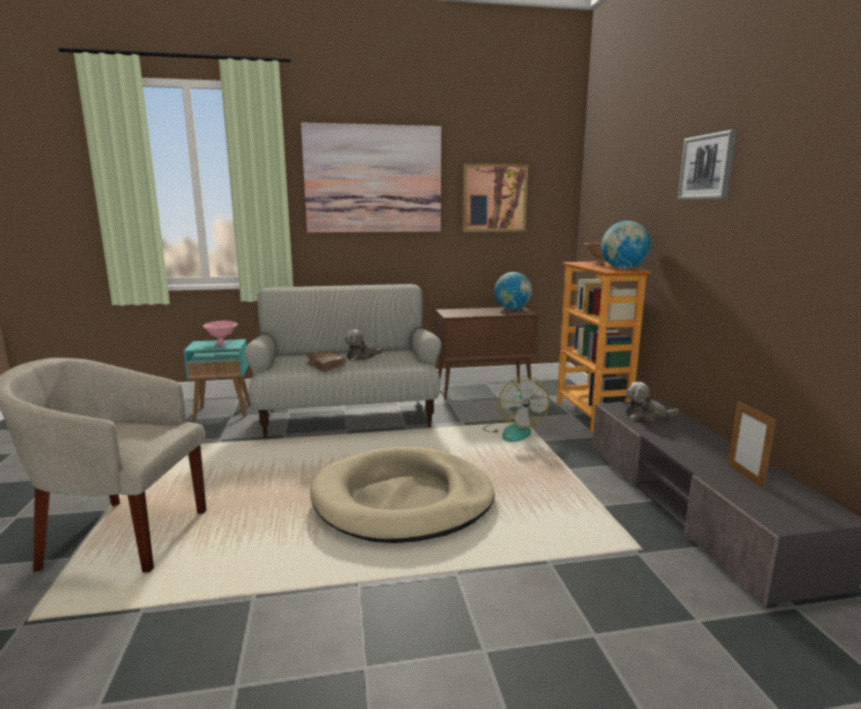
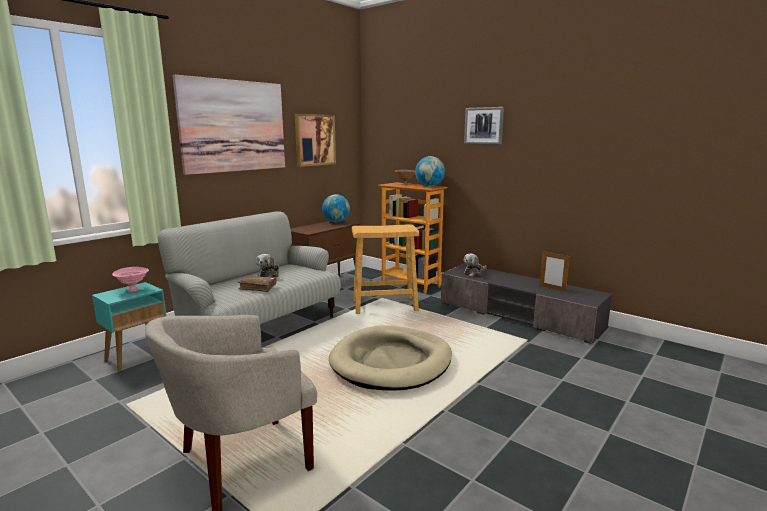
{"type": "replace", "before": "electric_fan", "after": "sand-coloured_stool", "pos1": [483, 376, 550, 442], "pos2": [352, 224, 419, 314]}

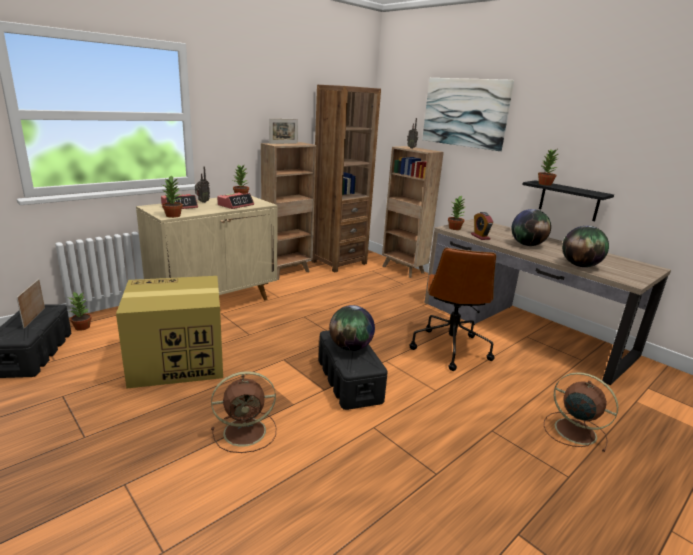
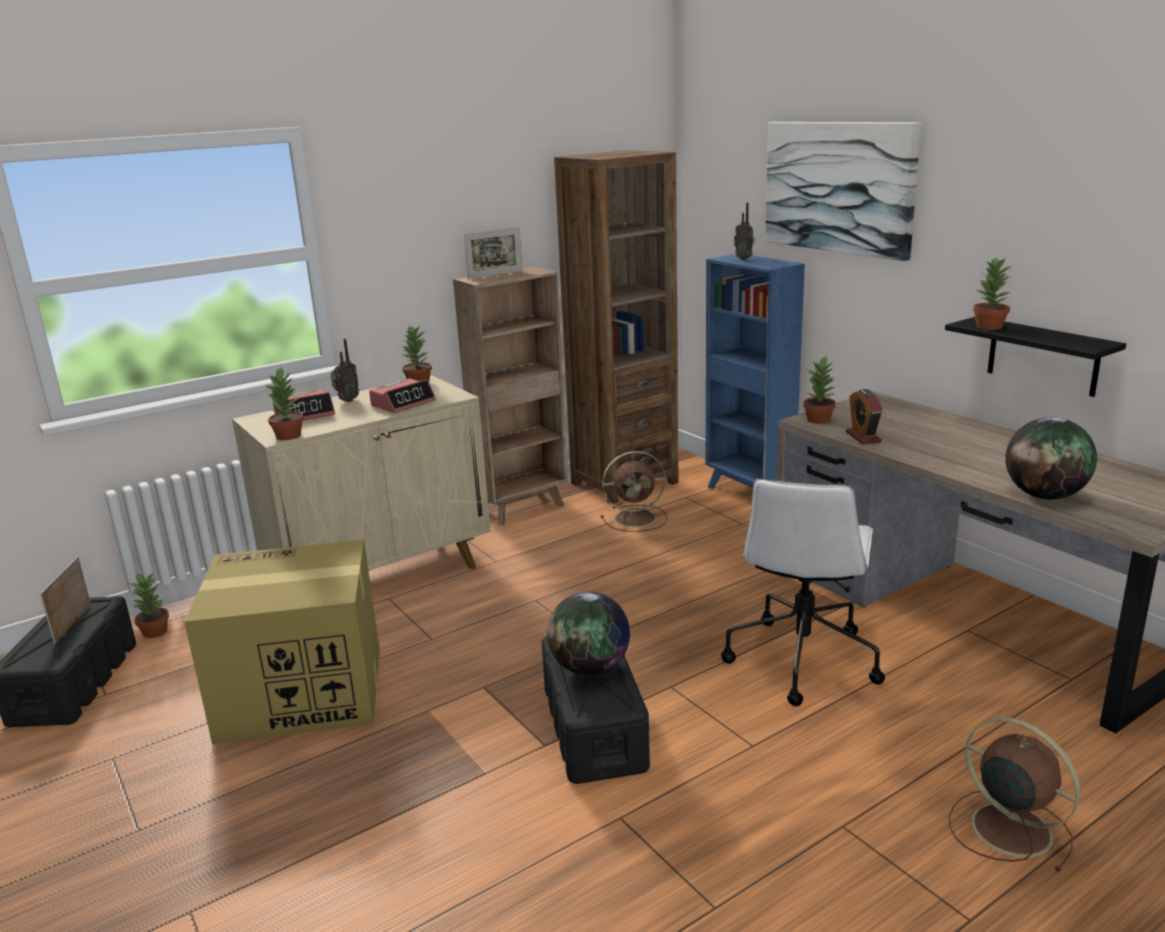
{"type": "move", "before": "brown_electric_fan", "pos1": [211, 371, 276, 453], "pos2": [601, 451, 667, 532]}
{"type": "recolor", "before": "brown_bookcase", "after": "bluish_bookcase", "pos1": [382, 146, 444, 278], "pos2": [706, 254, 805, 488]}
{"type": "recolor", "before": "brown_desk_chair", "after": "whitish_desk_chair", "pos1": [409, 248, 496, 371], "pos2": [721, 479, 885, 706]}
{"type": "delete", "before": "world_globe", "pos1": [512, 209, 551, 246]}

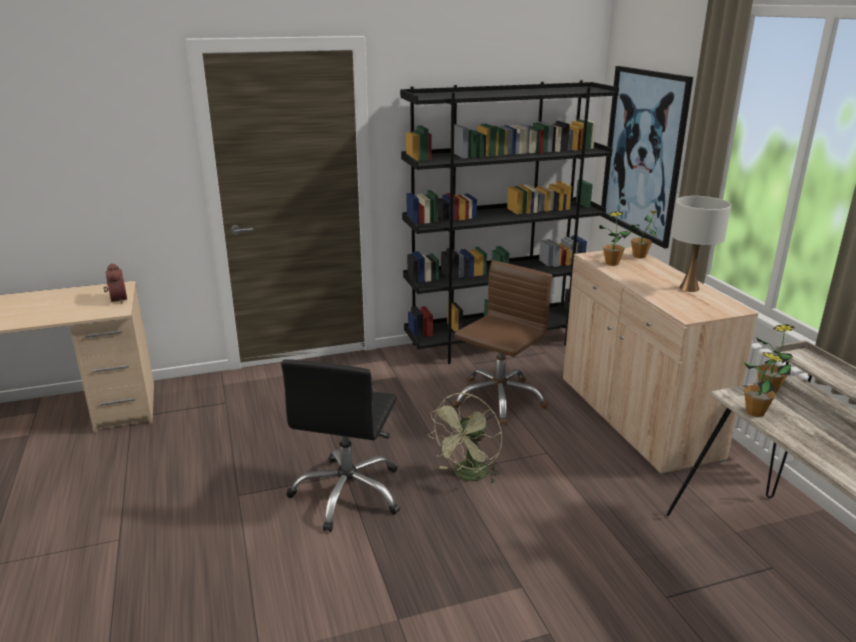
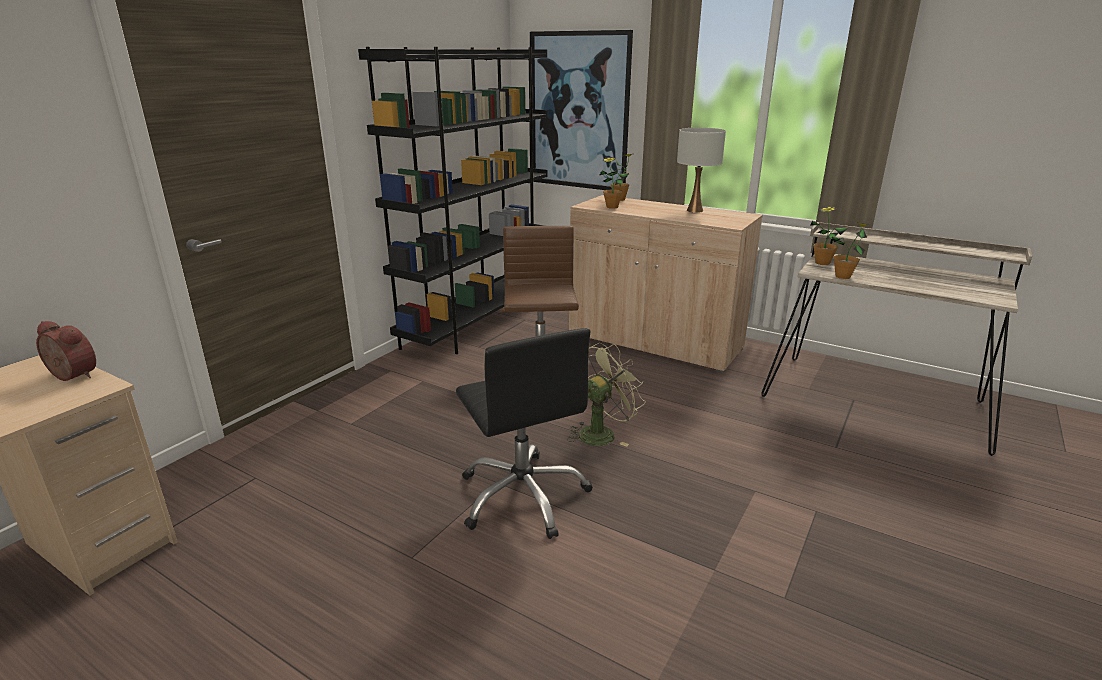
{"type": "rotate", "before": "green_electric_fan", "pos1": [428, 393, 502, 483], "pos2": [567, 343, 645, 446], "turn": -120}

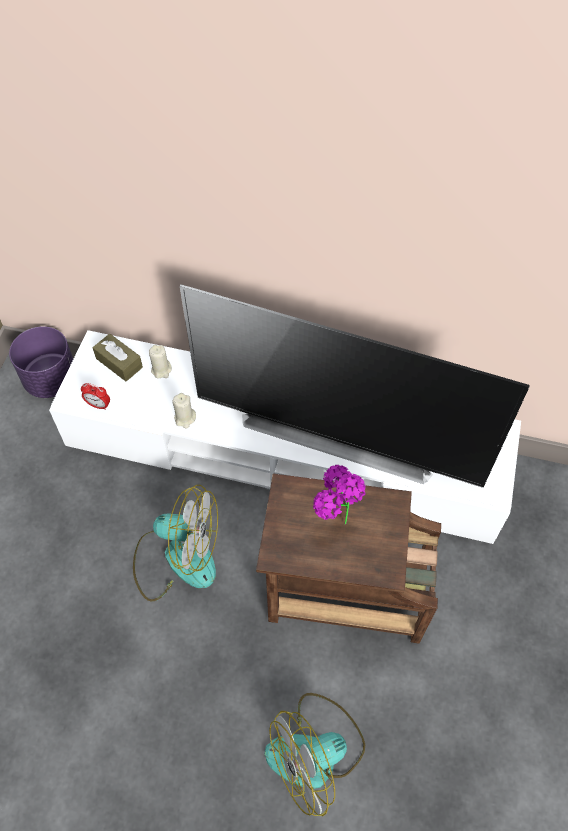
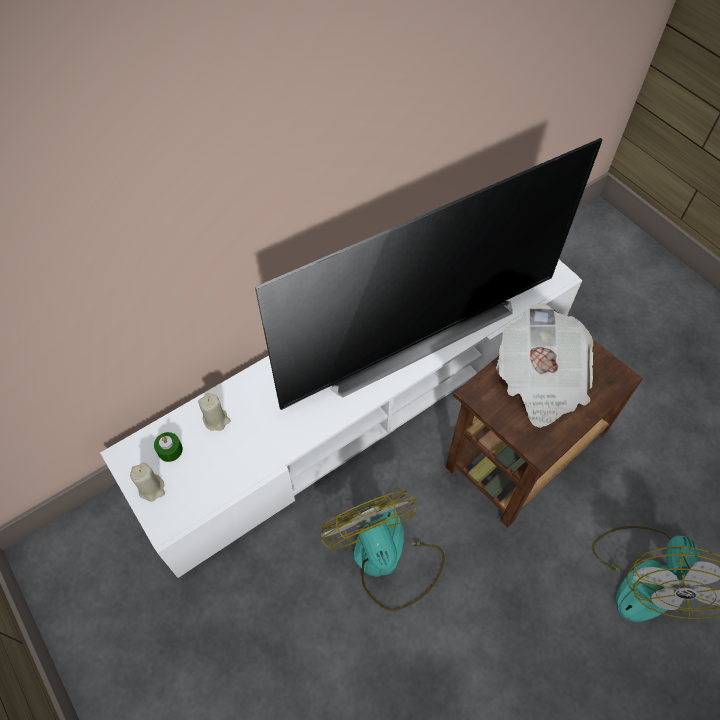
{"type": "move", "before": "sand-coloured_candle", "pos1": [173, 393, 196, 428], "pos2": [130, 462, 165, 502]}
{"type": "replace", "before": "brown_tissue_holder", "after": "green_candle", "pos1": [93, 334, 143, 382], "pos2": [154, 432, 183, 462]}
{"type": "rotate", "before": "electric_fan", "pos1": [133, 485, 218, 602], "pos2": [320, 491, 445, 611], "turn": -75}
{"type": "replace", "before": "potted_plant", "after": "newspaper", "pos1": [313, 465, 365, 524], "pos2": [496, 304, 593, 428]}
{"type": "delete", "before": "purple-coloured_plant_pot", "pos1": [9, 326, 73, 398]}
{"type": "delete", "before": "table_clock", "pos1": [81, 383, 110, 410]}

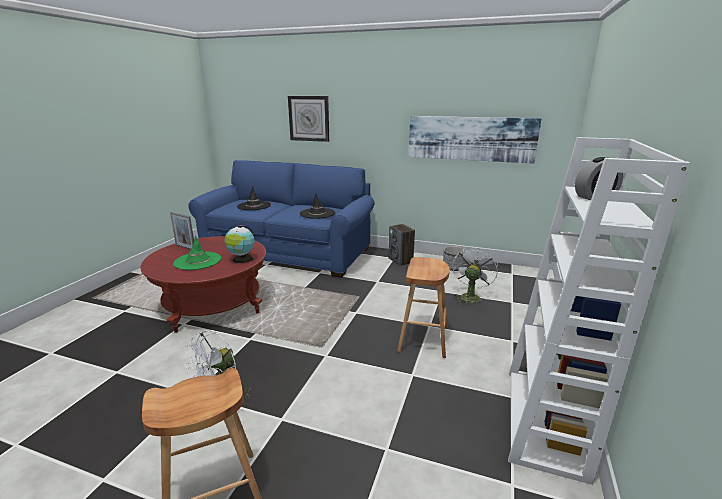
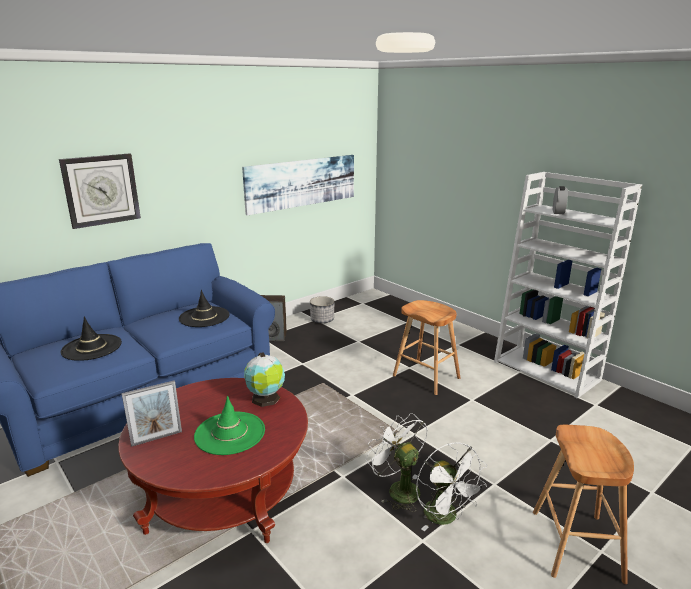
{"type": "move", "before": "whitish_electric_fan", "pos1": [452, 248, 498, 305], "pos2": [365, 413, 428, 512]}

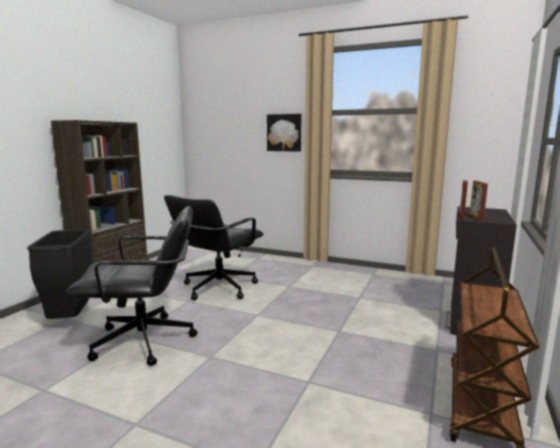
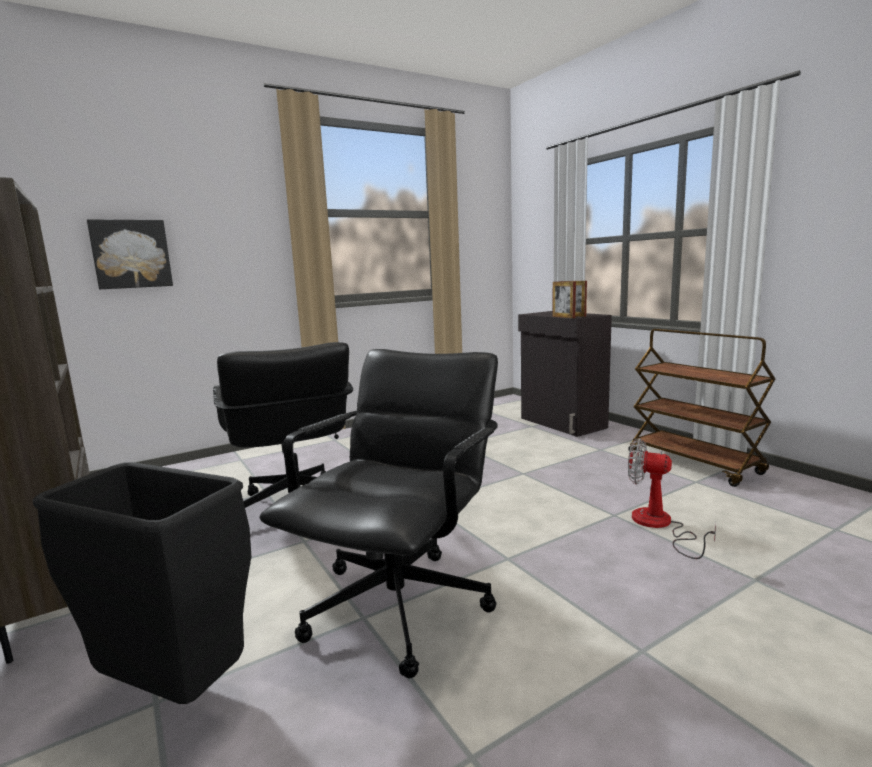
{"type": "move", "before": "wall_picture", "pos1": [267, 114, 301, 152], "pos2": [87, 219, 173, 289]}
{"type": "insert", "after": "electric_fan", "pos2": [628, 438, 716, 559]}

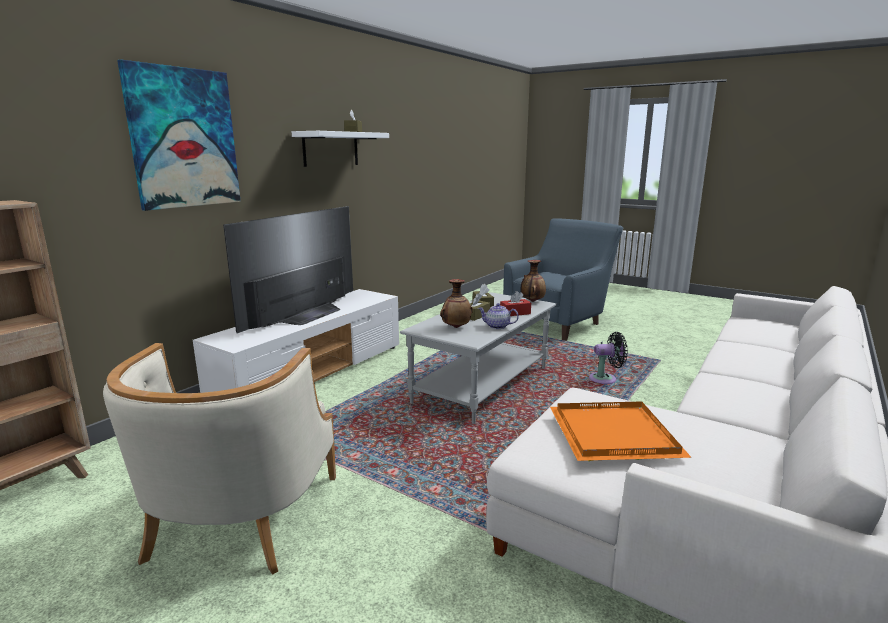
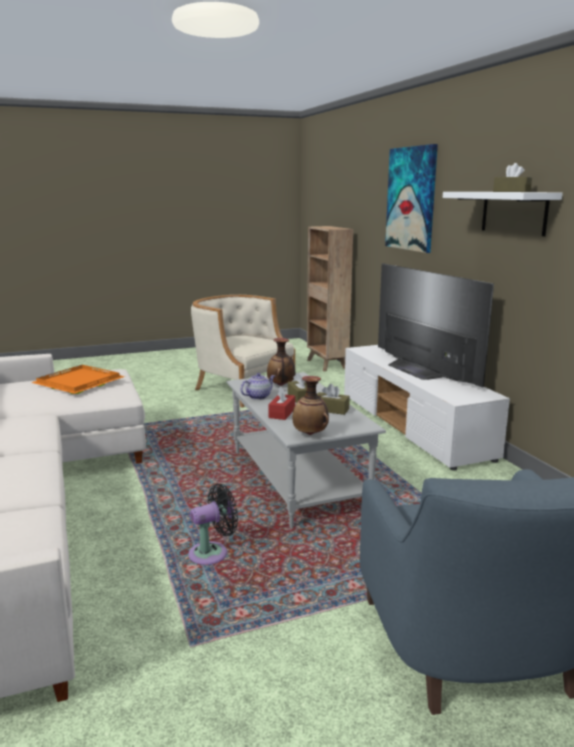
{"type": "rotate", "before": "blackish_electric_fan", "pos1": [589, 332, 628, 384], "pos2": [188, 484, 238, 565], "turn": -150}

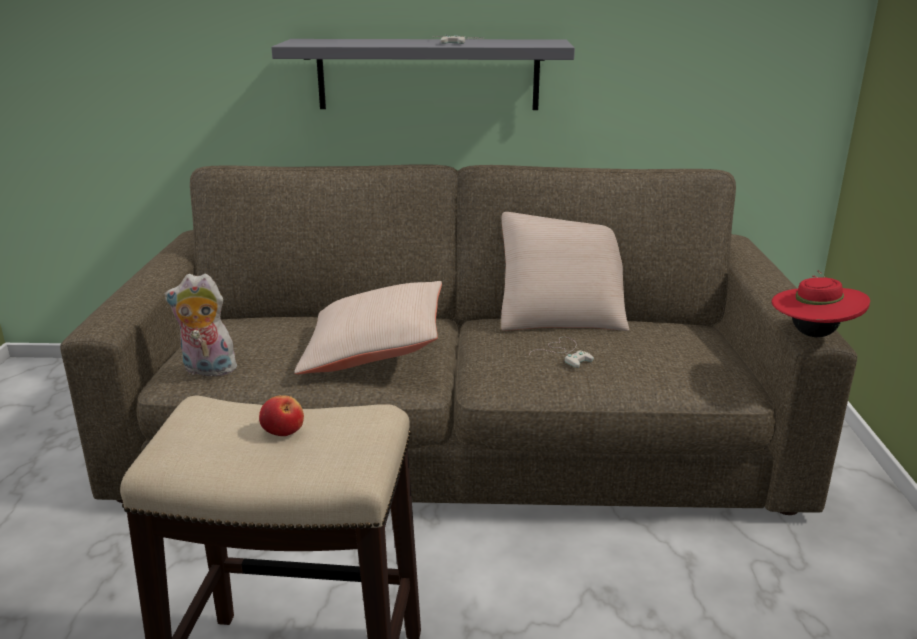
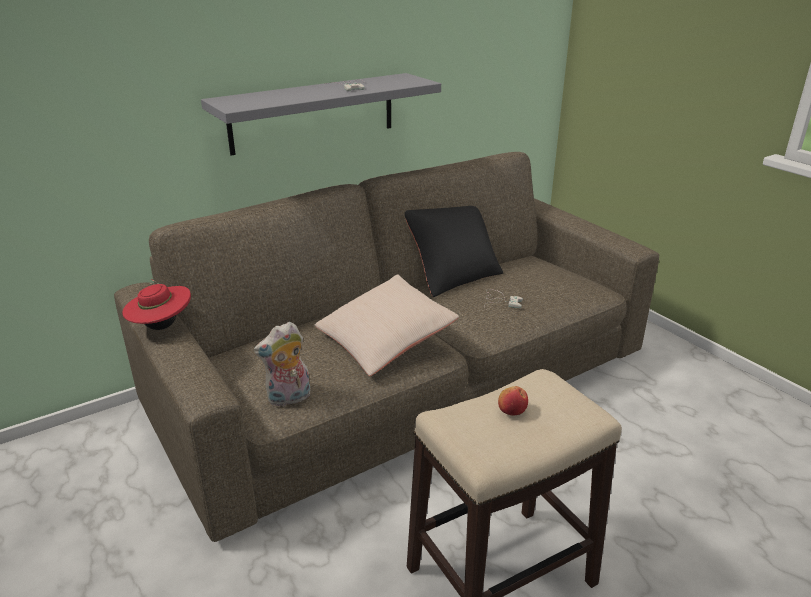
{"type": "move", "before": "red_hat", "pos1": [772, 271, 870, 337], "pos2": [122, 279, 191, 330]}
{"type": "recolor", "before": "sand-coloured_pillow", "after": "blackish_pillow", "pos1": [501, 212, 629, 331], "pos2": [405, 206, 503, 297]}

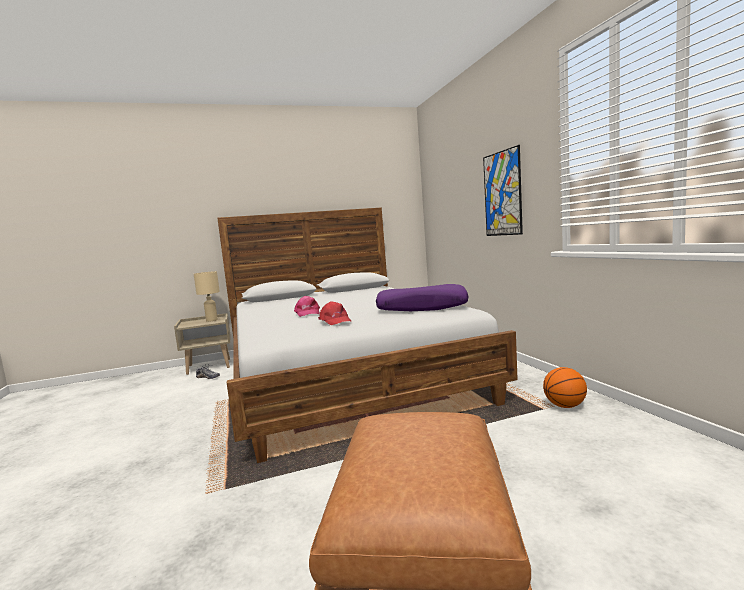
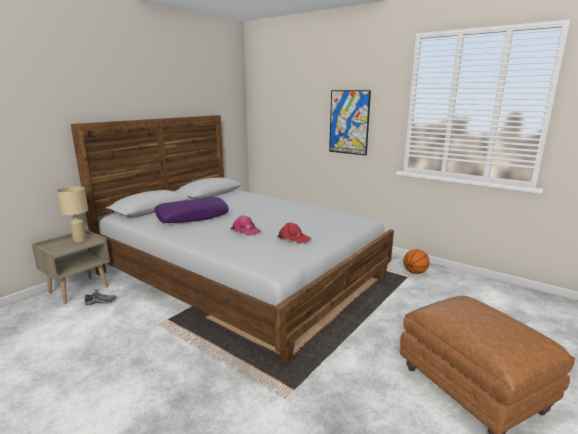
{"type": "move", "before": "purple-coloured_pillow", "pos1": [376, 284, 469, 311], "pos2": [155, 197, 229, 223]}

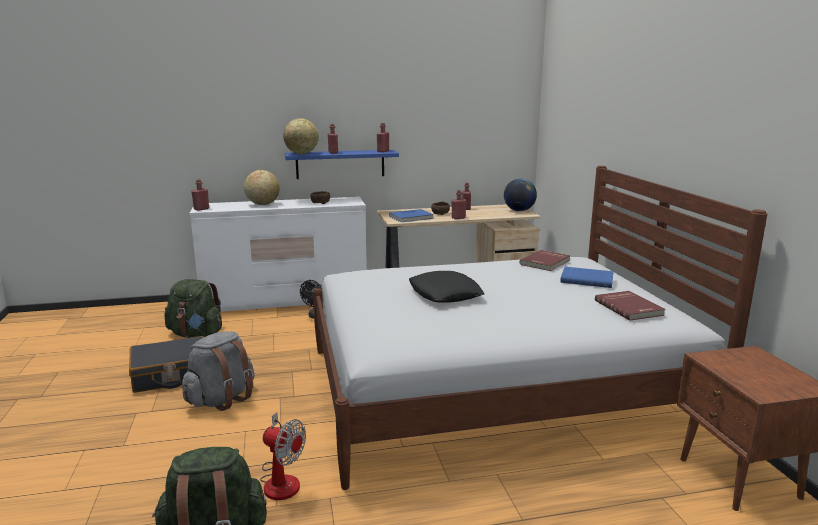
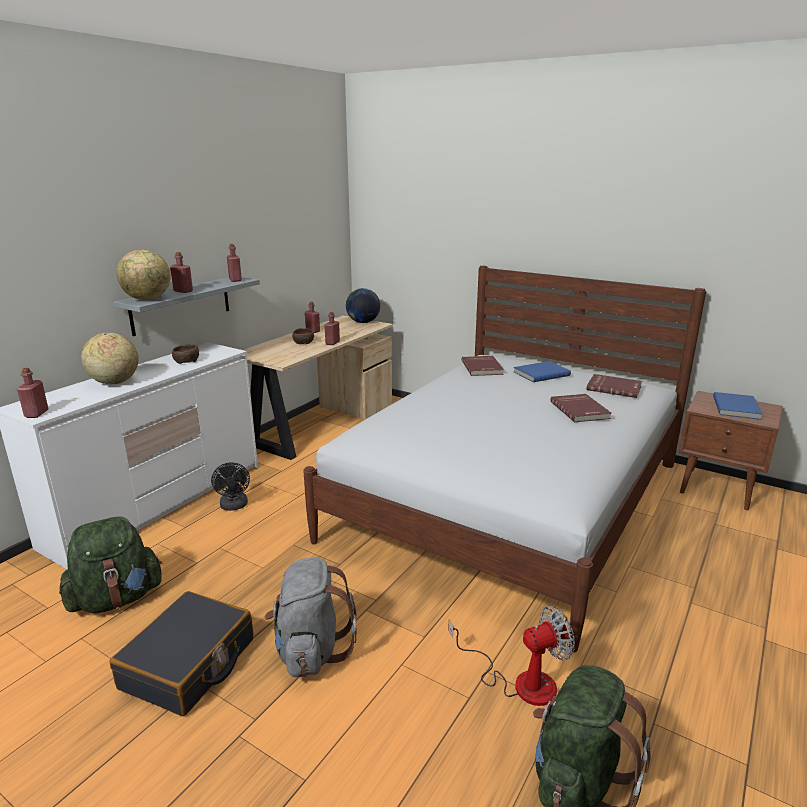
{"type": "recolor", "before": "bluish_shelf", "after": "grey_shelf", "pos1": [285, 150, 399, 179], "pos2": [113, 277, 260, 336]}
{"type": "insert", "after": "red_volume", "pos2": [550, 394, 612, 422]}
{"type": "move", "before": "bluish_volume", "pos1": [389, 209, 434, 222], "pos2": [713, 392, 763, 420]}
{"type": "delete", "before": "blackish_pillow", "pos1": [409, 271, 484, 303]}

